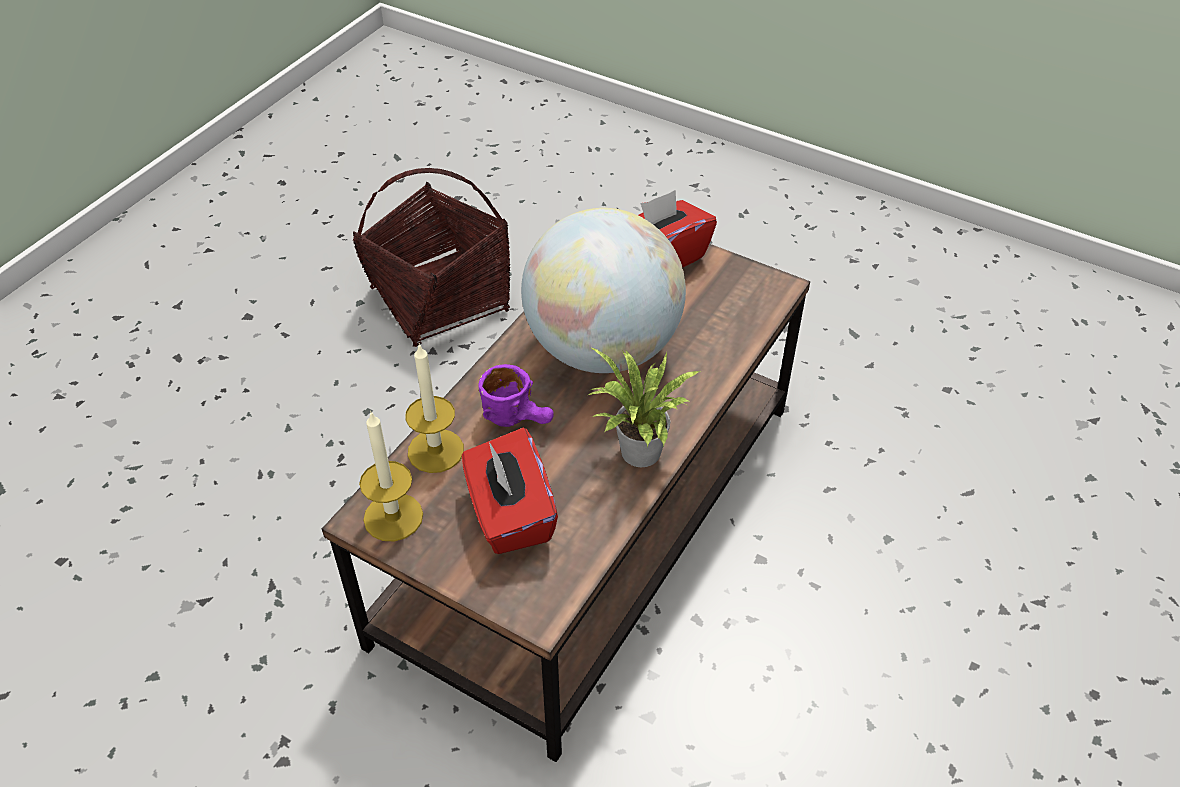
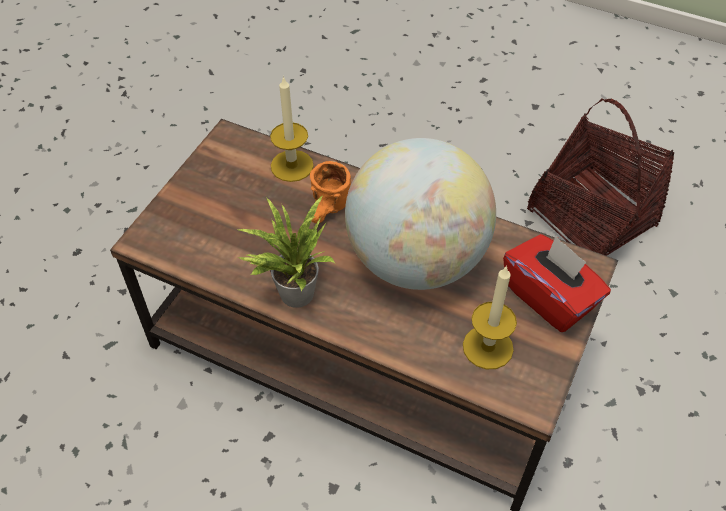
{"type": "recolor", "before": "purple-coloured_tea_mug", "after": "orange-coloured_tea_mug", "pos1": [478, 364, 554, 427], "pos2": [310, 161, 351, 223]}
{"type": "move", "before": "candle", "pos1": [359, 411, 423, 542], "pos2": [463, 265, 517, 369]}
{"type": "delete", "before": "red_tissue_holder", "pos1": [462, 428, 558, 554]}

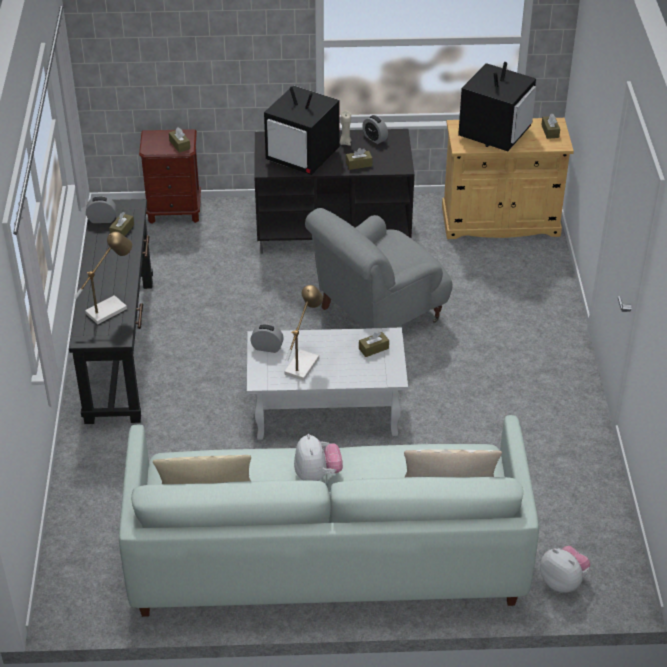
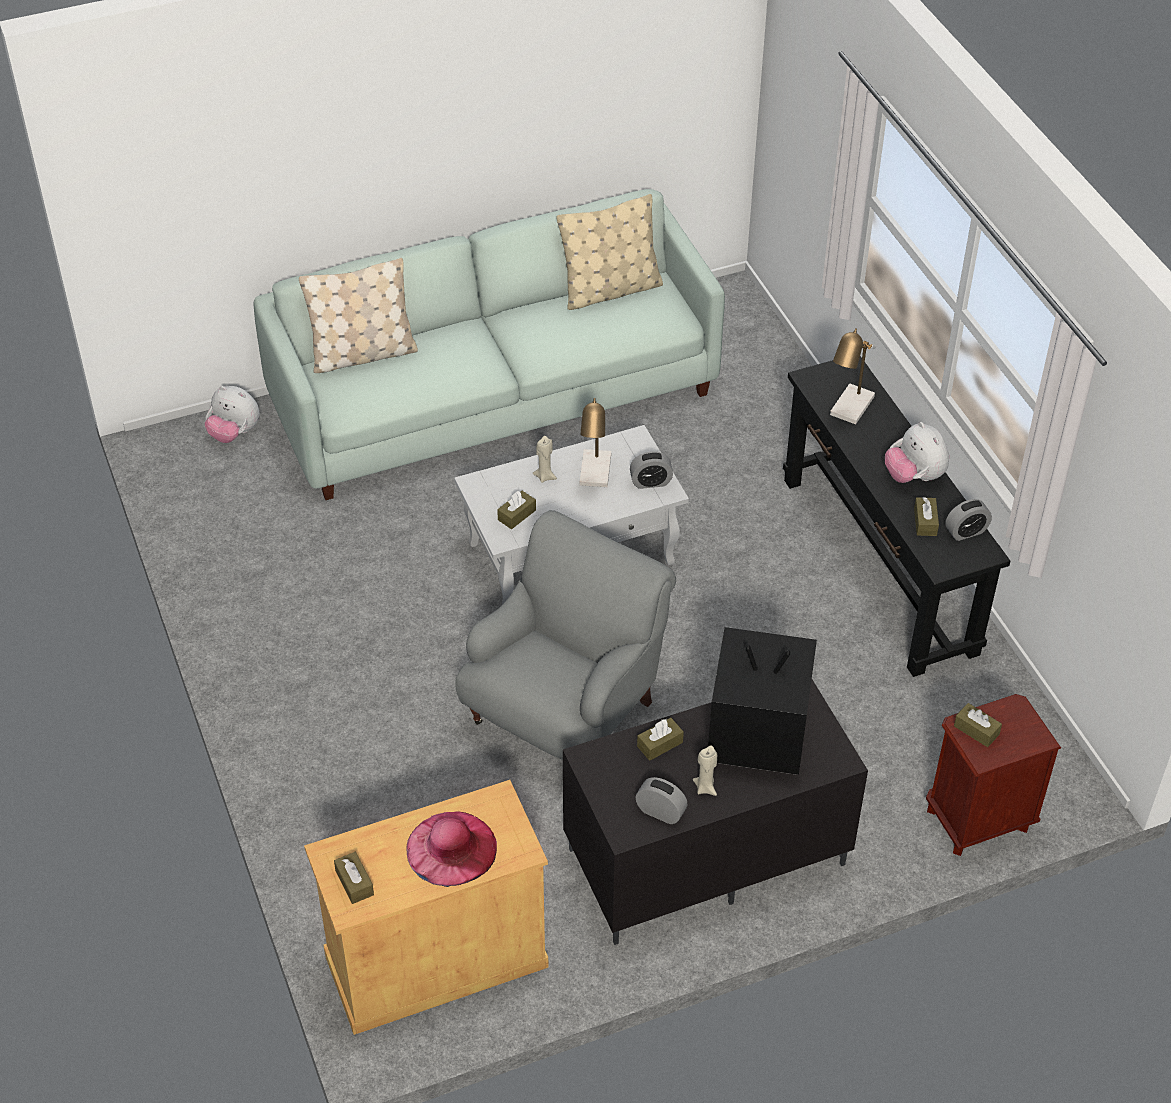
{"type": "replace", "before": "television", "after": "pink-coloured_hat", "pos1": [458, 62, 536, 151], "pos2": [406, 812, 497, 887]}
{"type": "insert", "after": "sand-coloured_candle", "pos2": [532, 436, 557, 483]}
{"type": "move", "before": "plush_toy", "pos1": [294, 434, 343, 481], "pos2": [885, 422, 949, 483]}

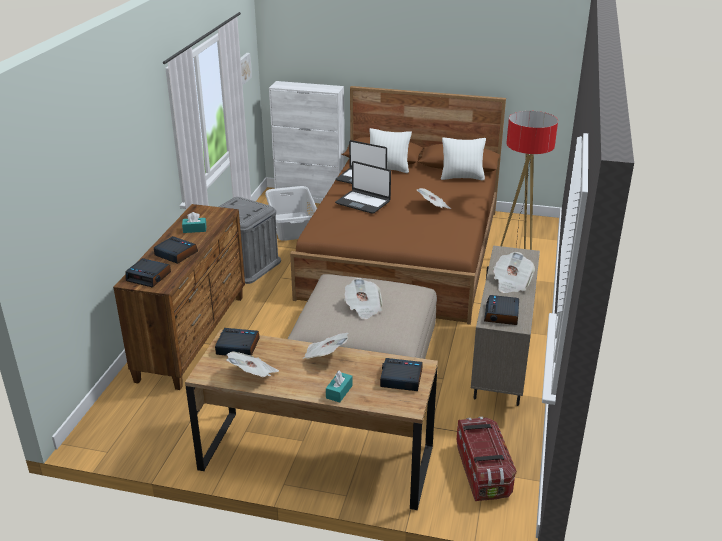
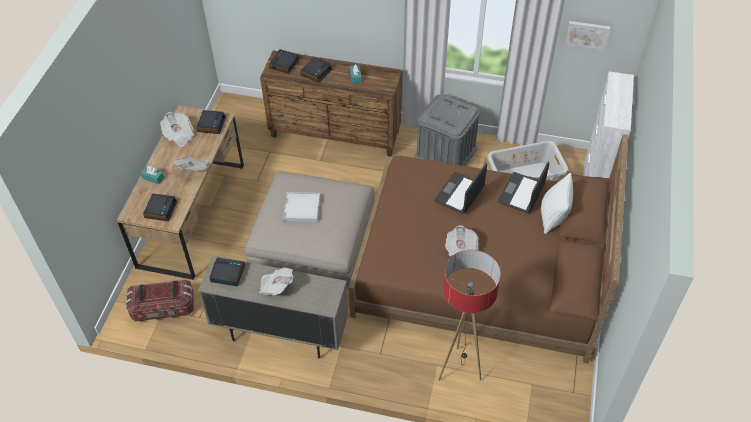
{"type": "replace", "before": "newspaper", "after": "whitish_tray", "pos1": [344, 278, 382, 320], "pos2": [283, 192, 320, 222]}
{"type": "delete", "before": "whitish_pillow", "pos1": [441, 138, 486, 180]}

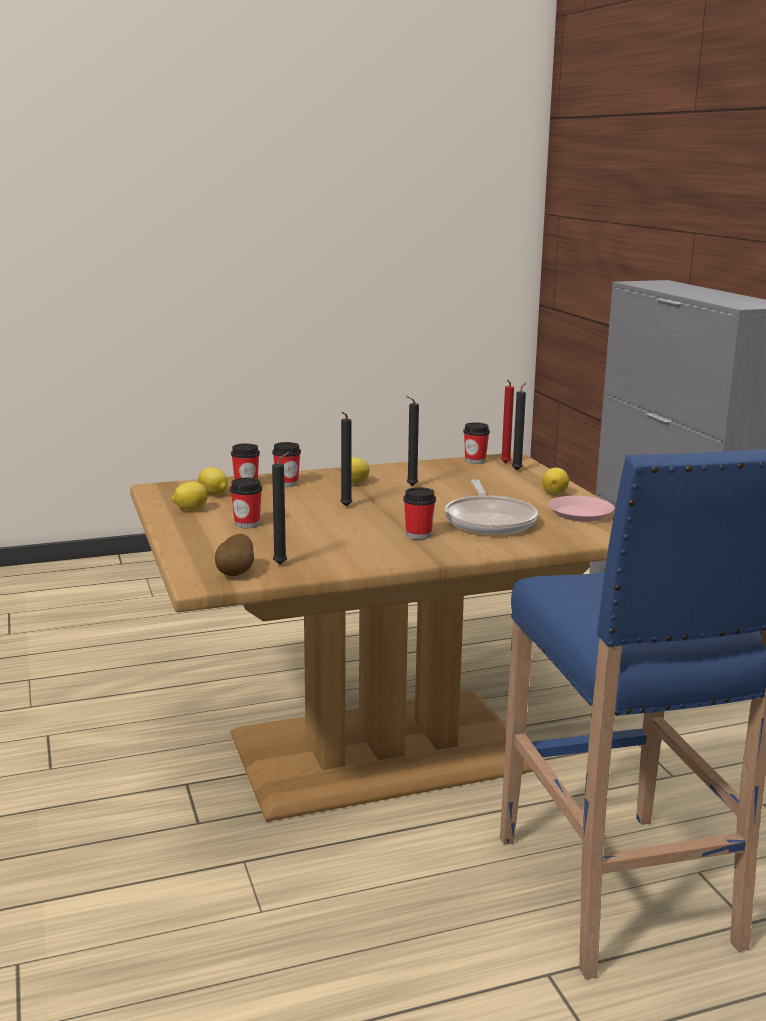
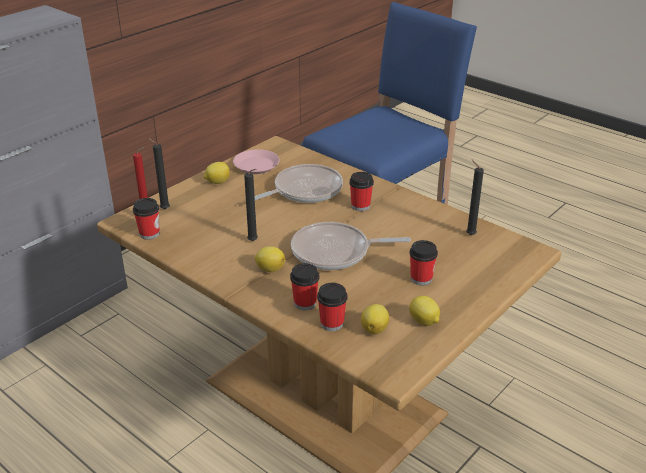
{"type": "replace", "before": "blackish_candle", "after": "pan", "pos1": [340, 412, 352, 506], "pos2": [291, 222, 411, 270]}
{"type": "delete", "before": "whole_potato", "pos1": [215, 534, 254, 576]}

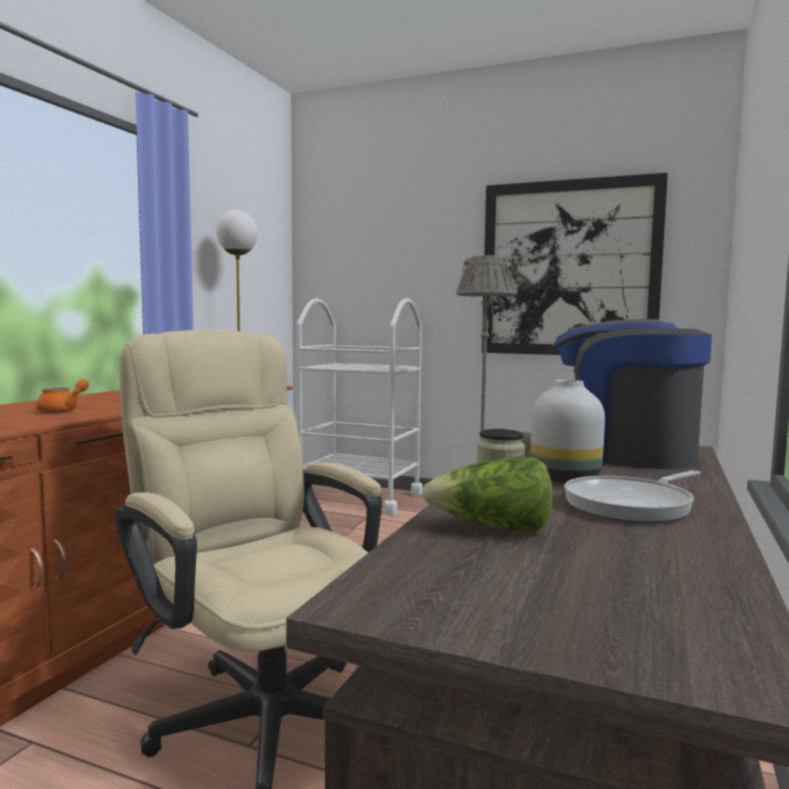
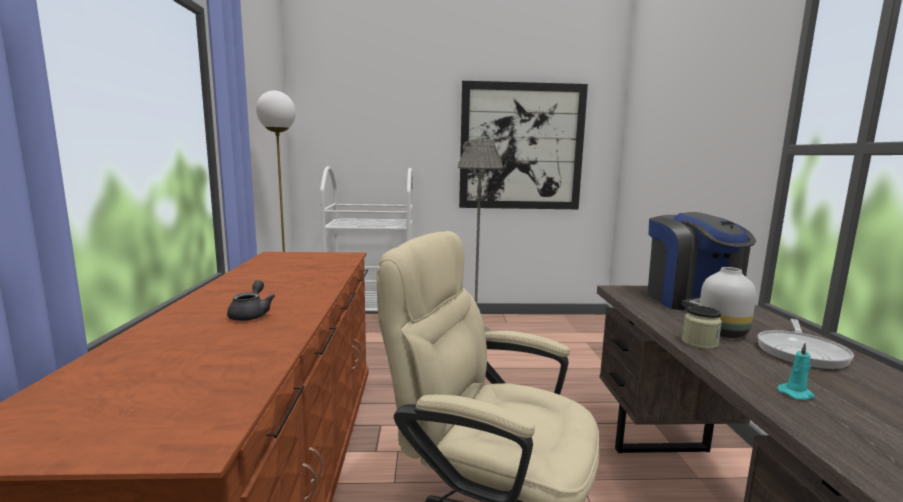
{"type": "recolor", "before": "orange-coloured_tea_pot", "after": "grey_tea_pot", "pos1": [36, 379, 89, 413], "pos2": [227, 280, 275, 321]}
{"type": "rotate", "before": "coffee_machine", "pos1": [546, 319, 712, 469], "pos2": [647, 212, 756, 310], "turn": -105}
{"type": "replace", "before": "head_of_lettuce", "after": "blue-green_candle", "pos1": [422, 457, 553, 531], "pos2": [777, 342, 815, 400]}

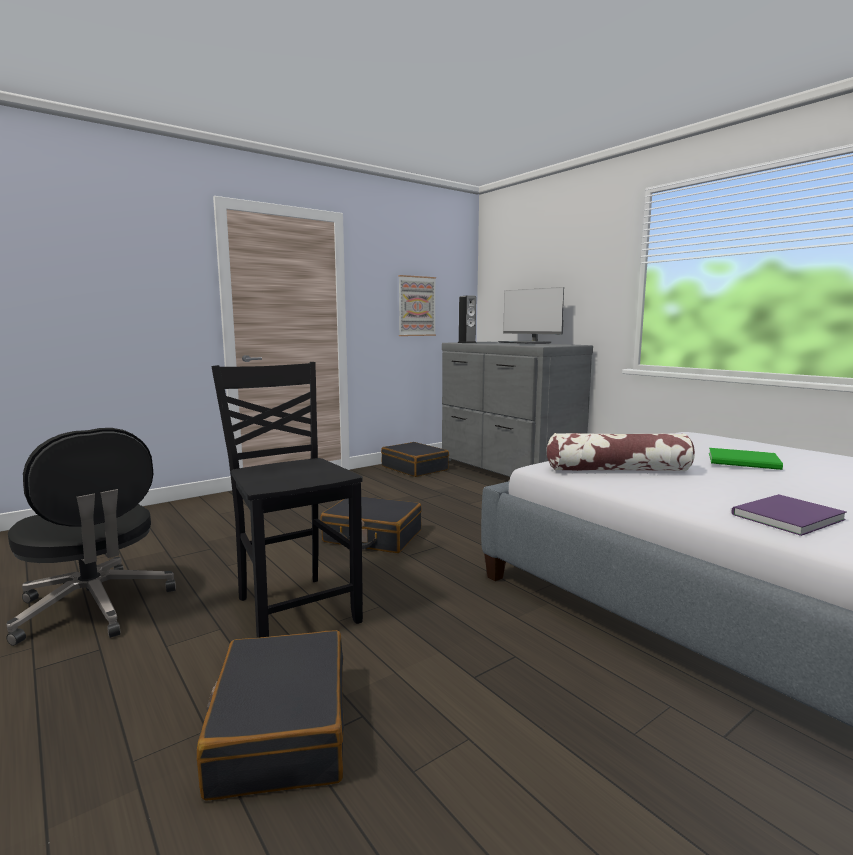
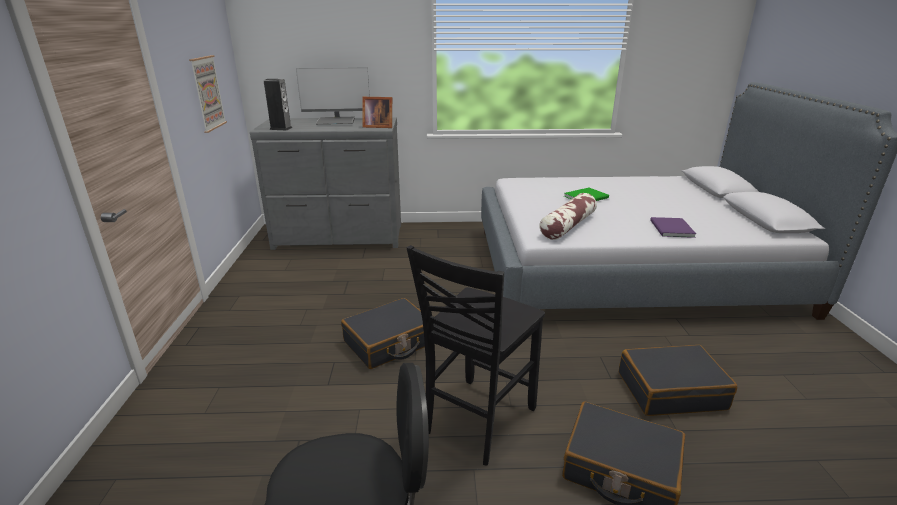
{"type": "insert", "after": "photo_frame", "pos2": [362, 97, 392, 128]}
{"type": "rotate", "before": "blackish_plain_chair", "pos1": [212, 362, 363, 638], "pos2": [407, 245, 545, 466], "turn": -60}
{"type": "move", "before": "blackish_piece_of_luggage", "pos1": [381, 442, 449, 477], "pos2": [619, 345, 737, 416]}

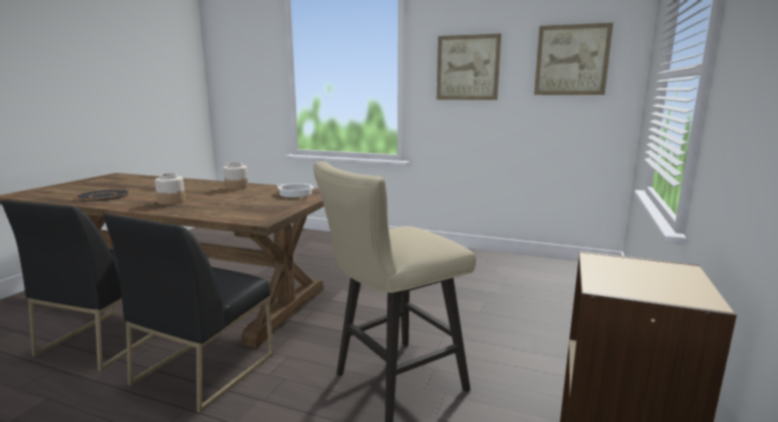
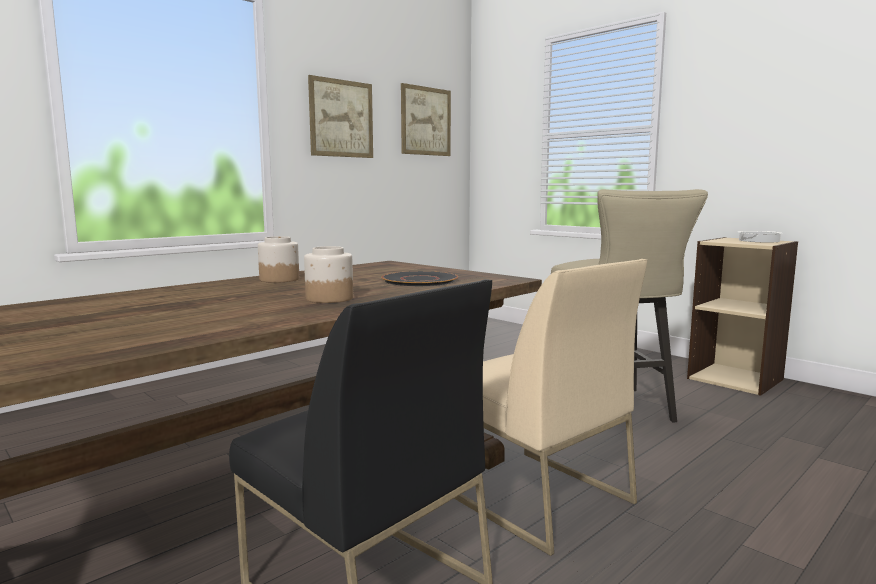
{"type": "move", "before": "blackish_plate", "pos1": [75, 189, 130, 202], "pos2": [381, 271, 458, 286]}
{"type": "recolor", "before": "blackish_plain_chair", "after": "sand-coloured_plain_chair", "pos1": [103, 213, 274, 413], "pos2": [454, 259, 647, 556]}
{"type": "move", "before": "cooking_pot", "pos1": [277, 183, 315, 197], "pos2": [738, 231, 783, 243]}

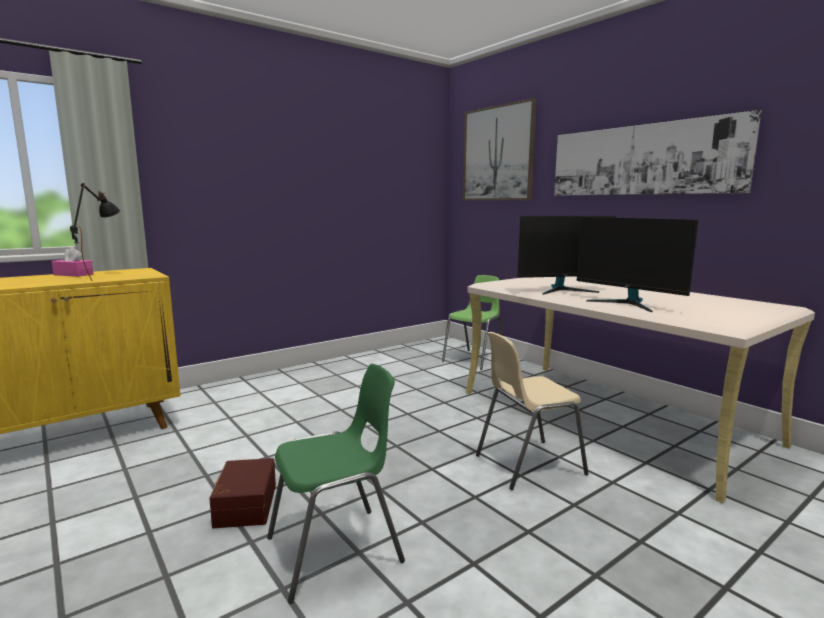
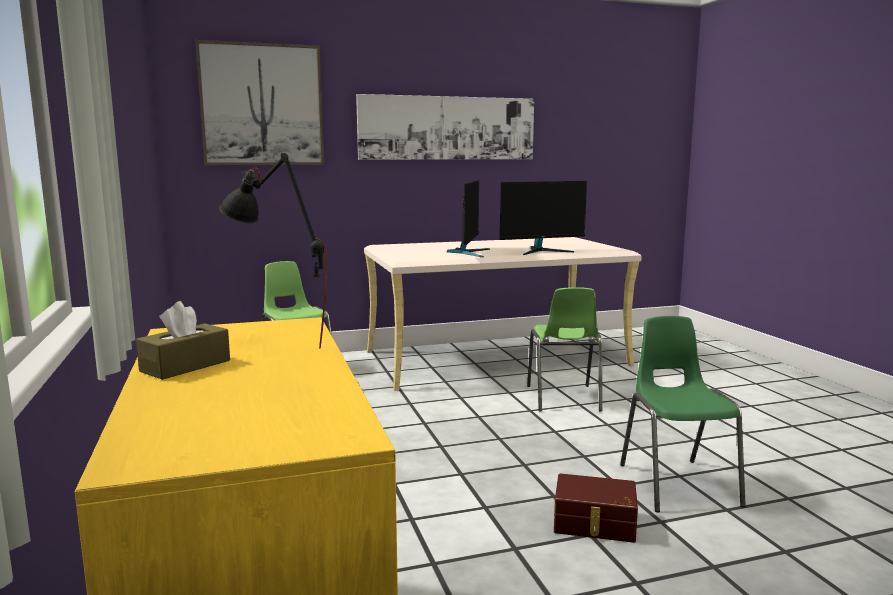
{"type": "recolor", "before": "pink-coloured_tissue_holder", "after": "brown_tissue_holder", "pos1": [52, 247, 93, 277], "pos2": [136, 301, 230, 380]}
{"type": "recolor", "before": "sand-coloured_plain_chair", "after": "green_plain_chair", "pos1": [476, 332, 588, 490], "pos2": [527, 287, 602, 412]}

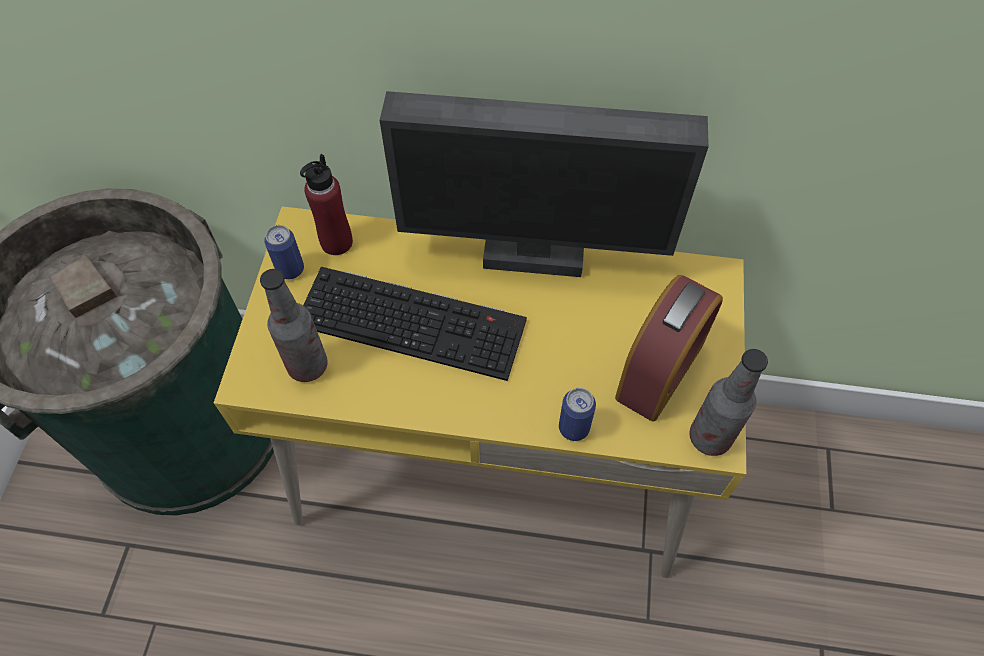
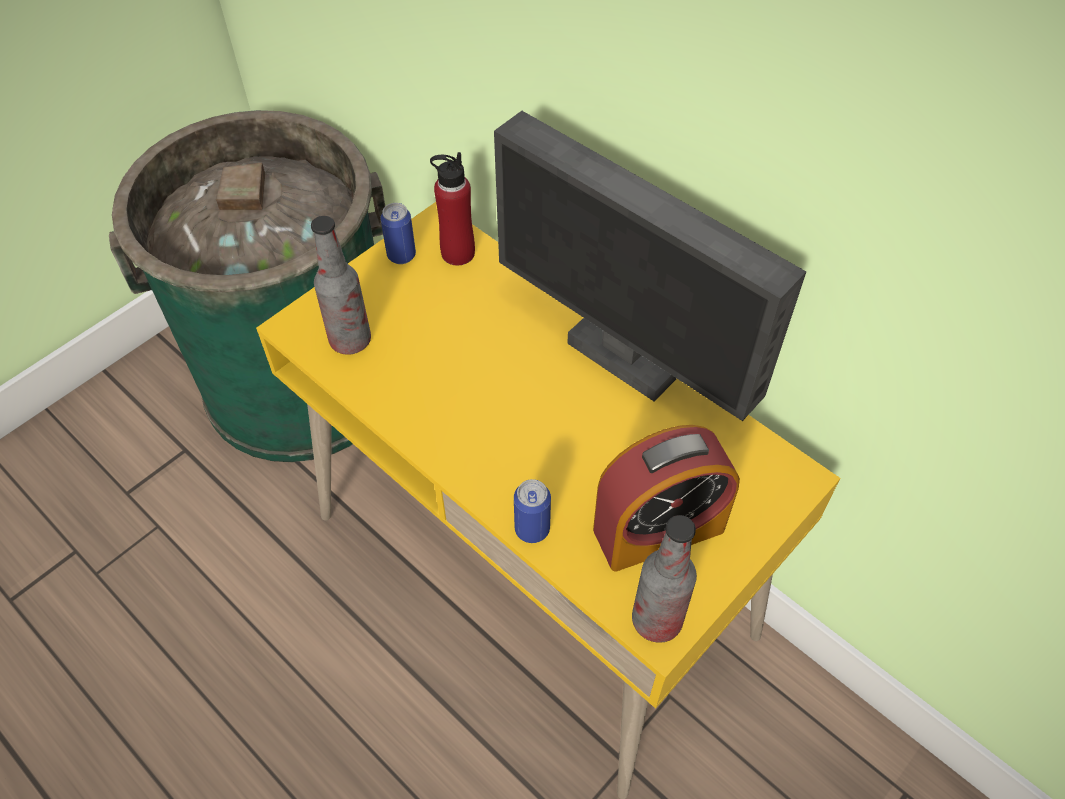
{"type": "delete", "before": "PC_keyboard", "pos1": [303, 267, 527, 381]}

